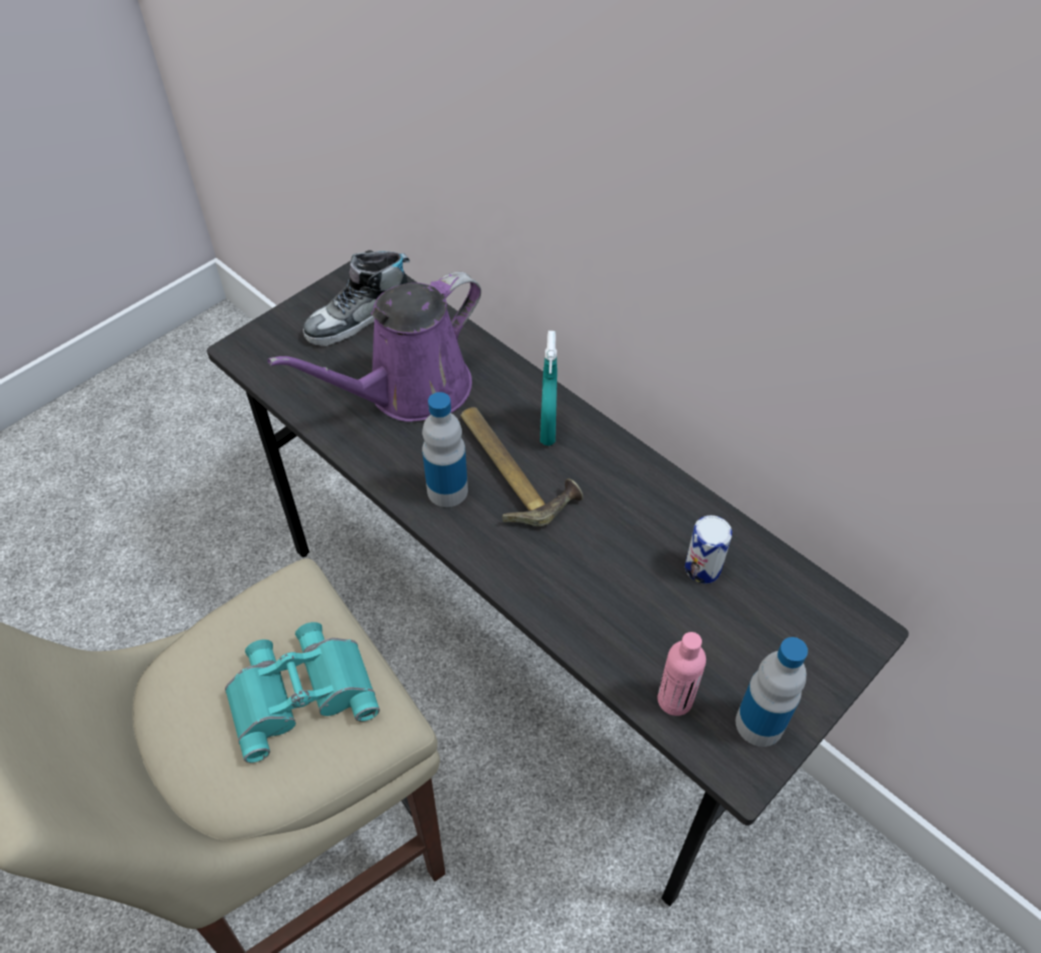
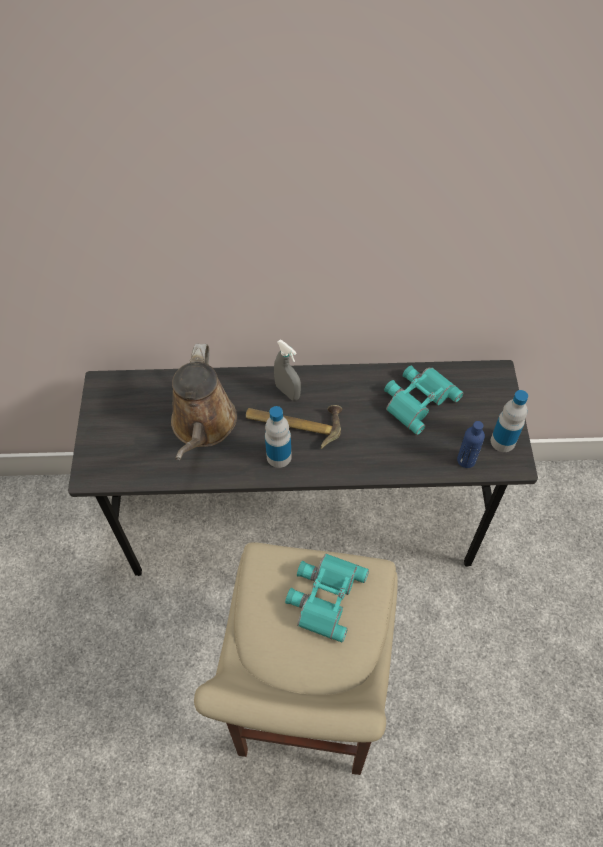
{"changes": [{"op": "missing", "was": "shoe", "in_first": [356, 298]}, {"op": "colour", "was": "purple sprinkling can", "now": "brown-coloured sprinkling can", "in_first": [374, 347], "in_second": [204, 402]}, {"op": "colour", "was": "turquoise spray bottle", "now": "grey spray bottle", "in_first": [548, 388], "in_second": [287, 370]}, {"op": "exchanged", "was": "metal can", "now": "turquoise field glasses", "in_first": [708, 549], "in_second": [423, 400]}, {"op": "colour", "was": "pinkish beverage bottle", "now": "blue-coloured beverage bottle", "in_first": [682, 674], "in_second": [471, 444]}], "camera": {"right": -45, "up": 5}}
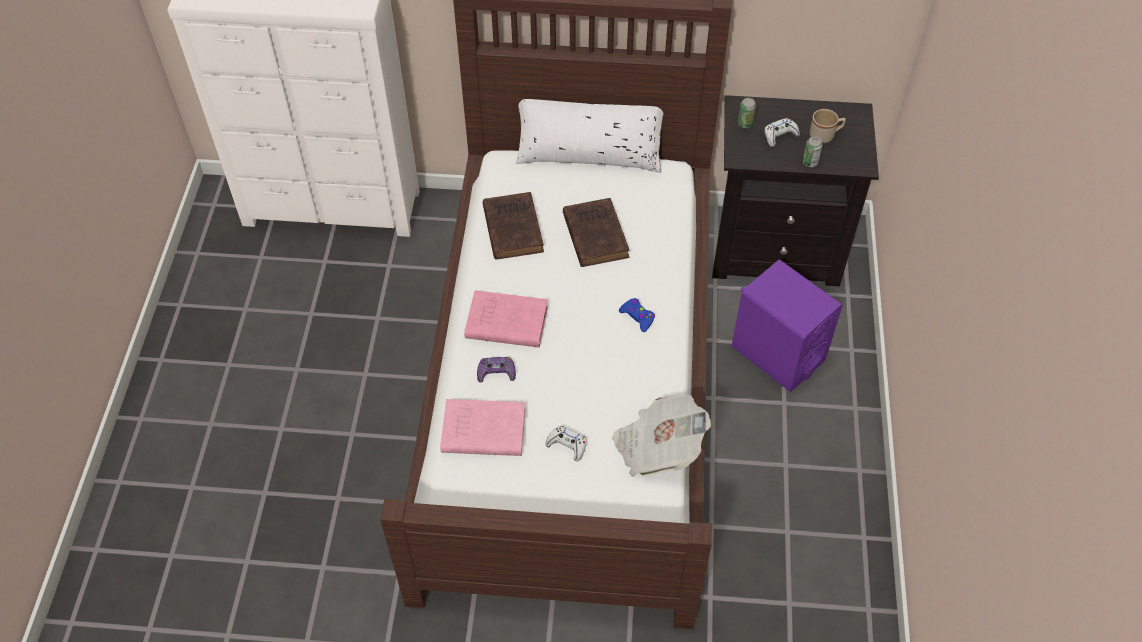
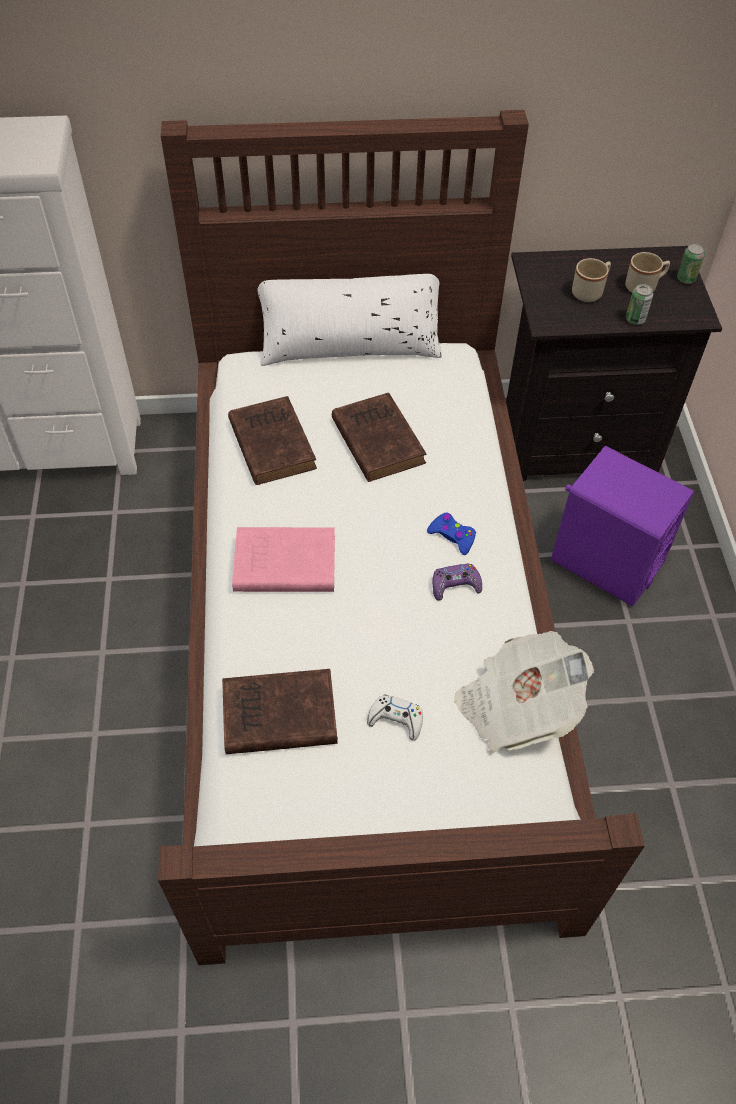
{"changes": [{"op": "relocated", "was": "metal can", "in_first": [747, 113], "in_second": [691, 264]}, {"op": "exchanged", "was": "white gamepad", "now": "sand-coloured coffee mug", "in_first": [782, 132], "in_second": [591, 280]}, {"op": "relocated", "was": "purple gamepad", "in_first": [496, 369], "in_second": [457, 582]}, {"op": "colour", "was": "pinkish bound book", "now": "brown-coloured bound book", "in_first": [482, 427], "in_second": [280, 711]}], "camera": {"right": -10, "up": 0}}
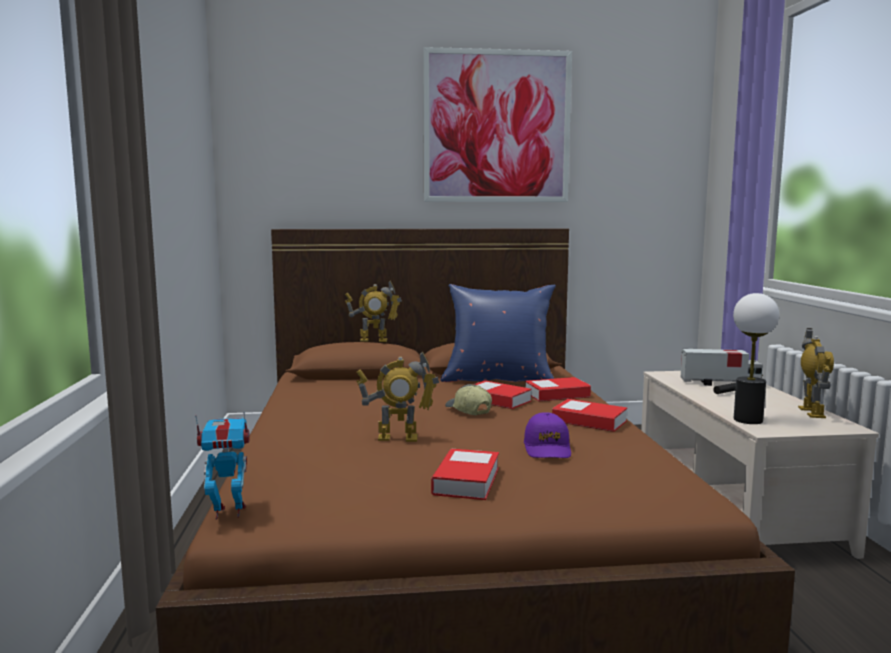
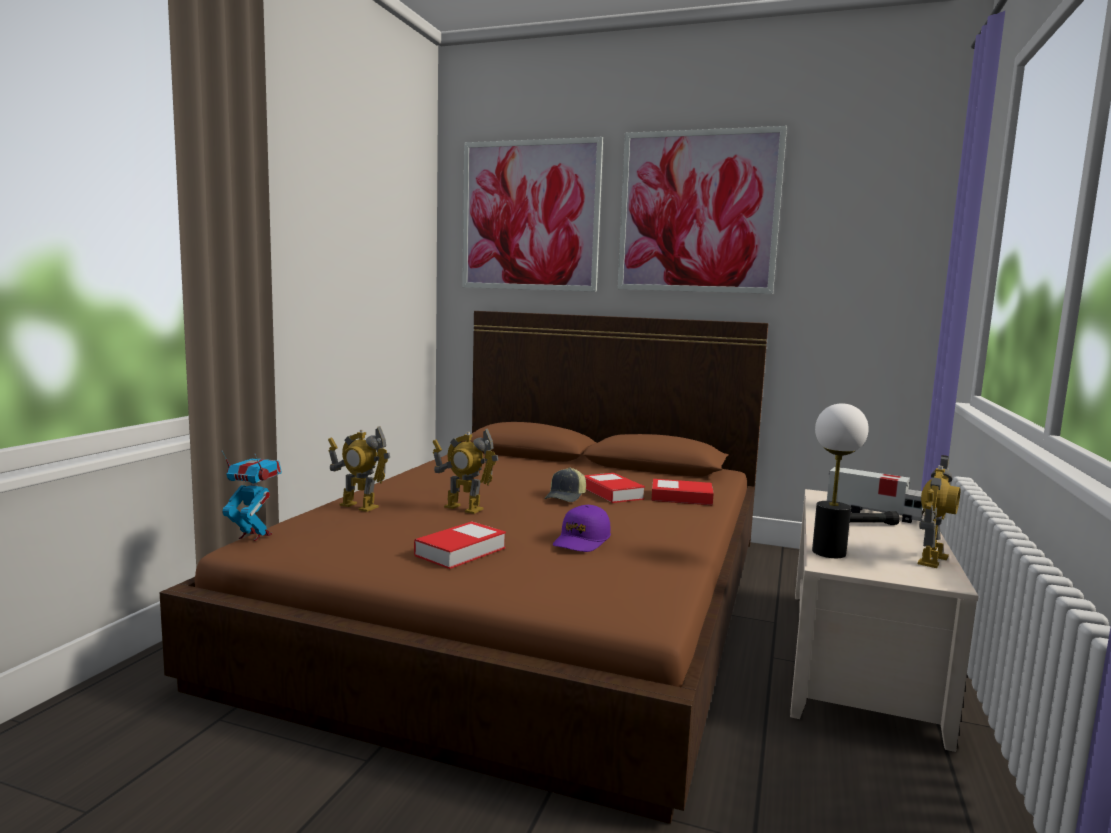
{"changes": [{"op": "relocated", "was": "toy robot", "in_first": [373, 311], "in_second": [359, 469]}, {"op": "missing", "was": "blue-coloured throw pillow", "in_first": [498, 333]}, {"op": "spun", "was": "cap", "in_first": [468, 399], "in_second": [565, 484], "clockwise": -150}, {"op": "missing", "was": "bound book", "in_first": [589, 415]}, {"op": "appeared", "now": "wall picture", "in_second": [532, 214]}], "camera": {"right": 25, "up": 0}}
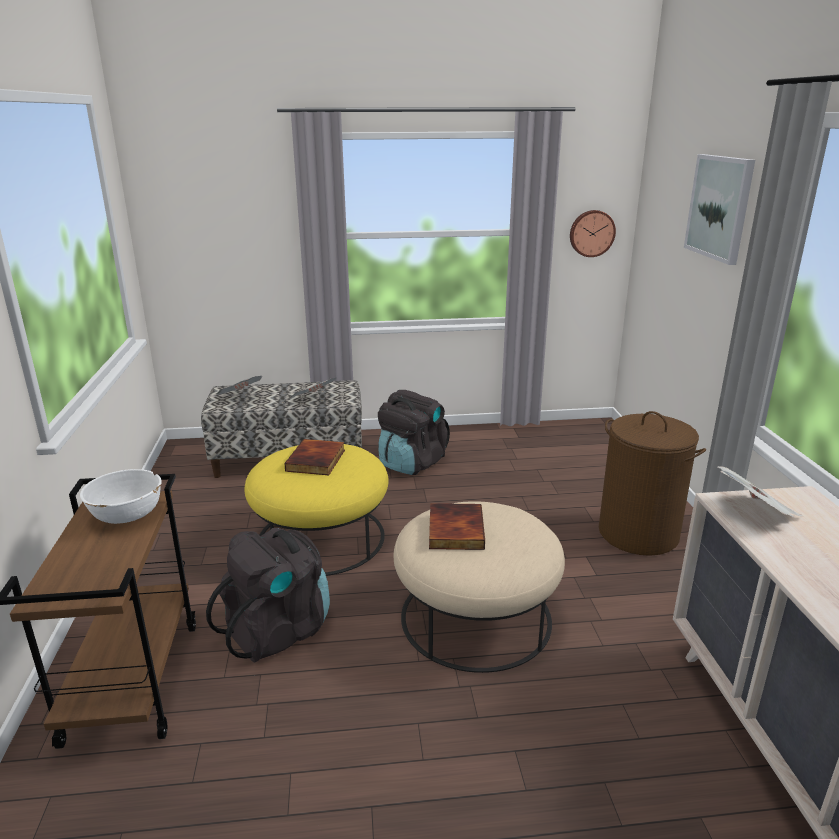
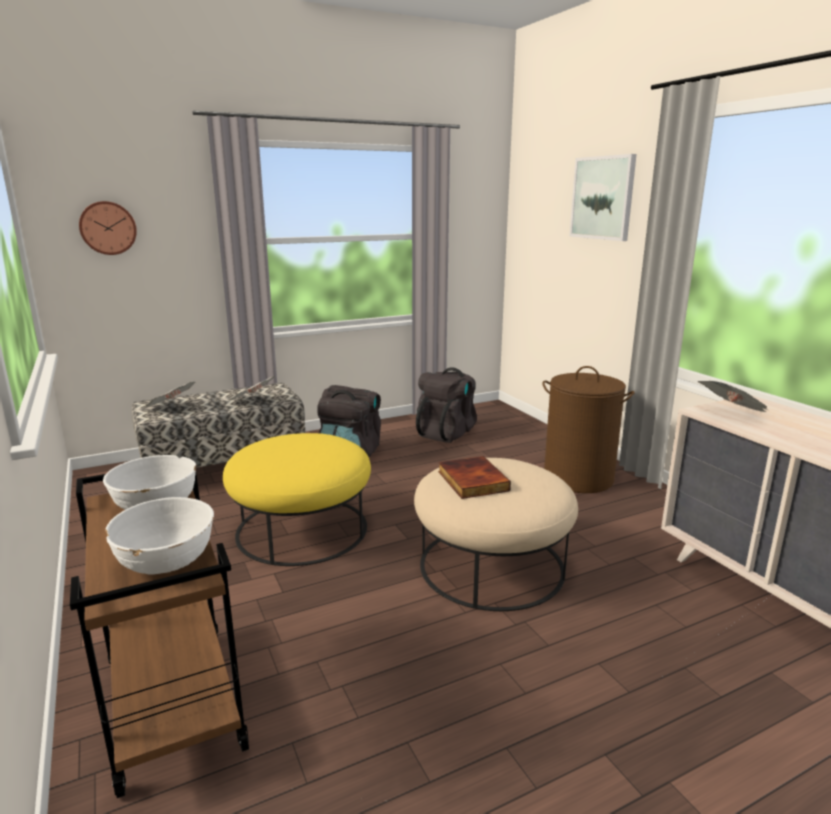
{"changes": [{"op": "relocated", "was": "wall clock", "in_first": [593, 233], "in_second": [108, 228]}, {"op": "missing", "was": "bound book", "in_first": [314, 457]}, {"op": "relocated", "was": "black-coloured knapsack", "in_first": [268, 595], "in_second": [446, 405]}, {"op": "appeared", "now": "white serving bowl", "in_second": [159, 535]}], "camera": {"right": -20, "up": -5}}
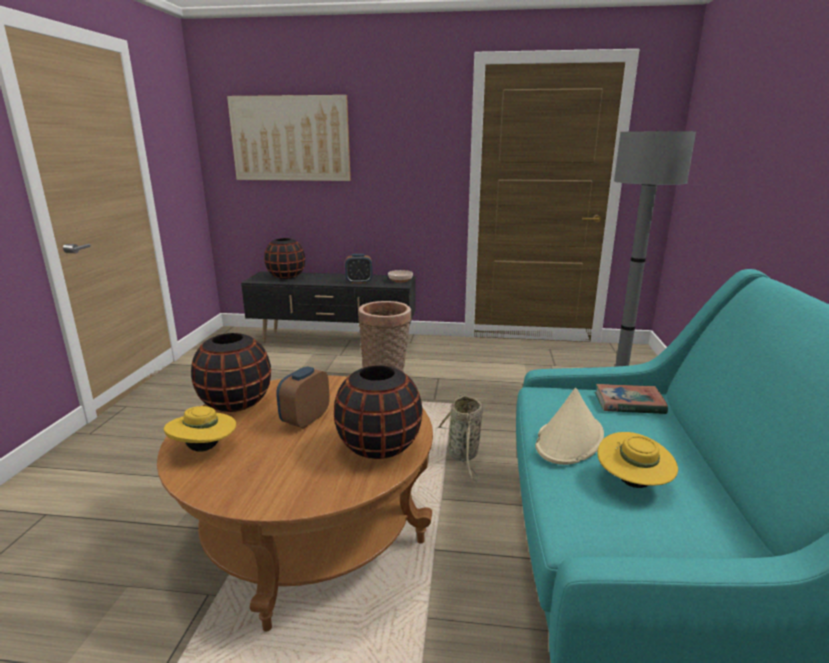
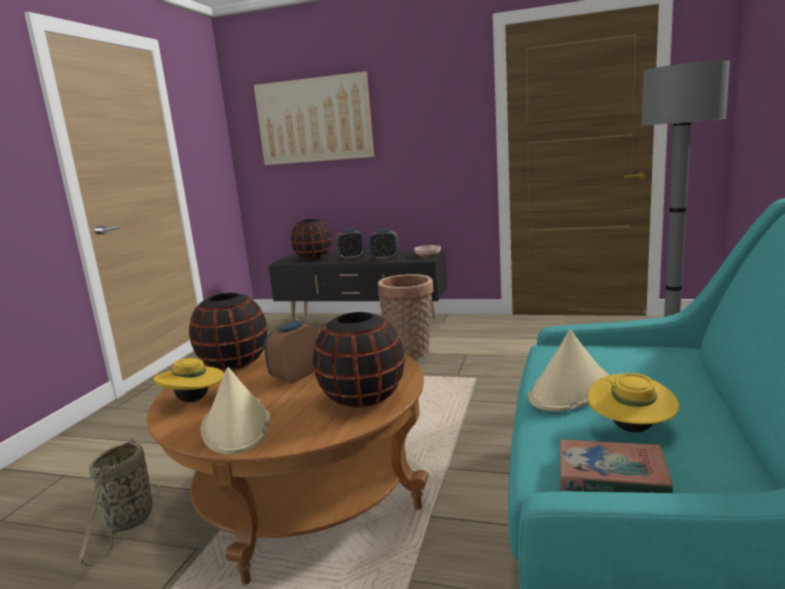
{"changes": [{"op": "relocated", "was": "bound book", "in_first": [631, 399], "in_second": [616, 466]}, {"op": "relocated", "was": "household basket", "in_first": [460, 437], "in_second": [119, 502]}, {"op": "appeared", "now": "table clock", "in_second": [350, 244]}, {"op": "appeared", "now": "sand-coloured clothing hat", "in_second": [236, 411]}], "camera": {"right": 10, "up": -5}}
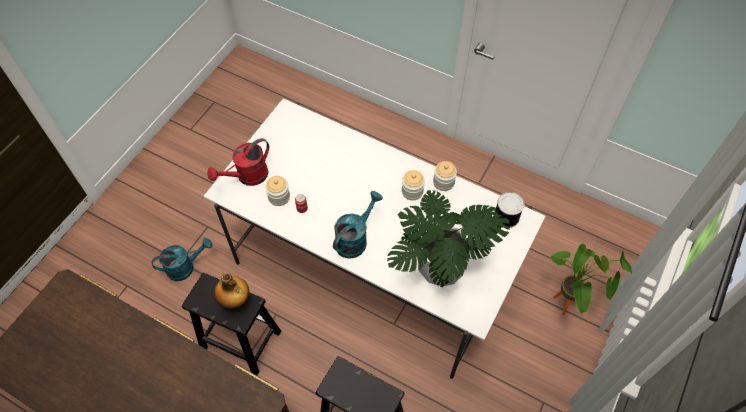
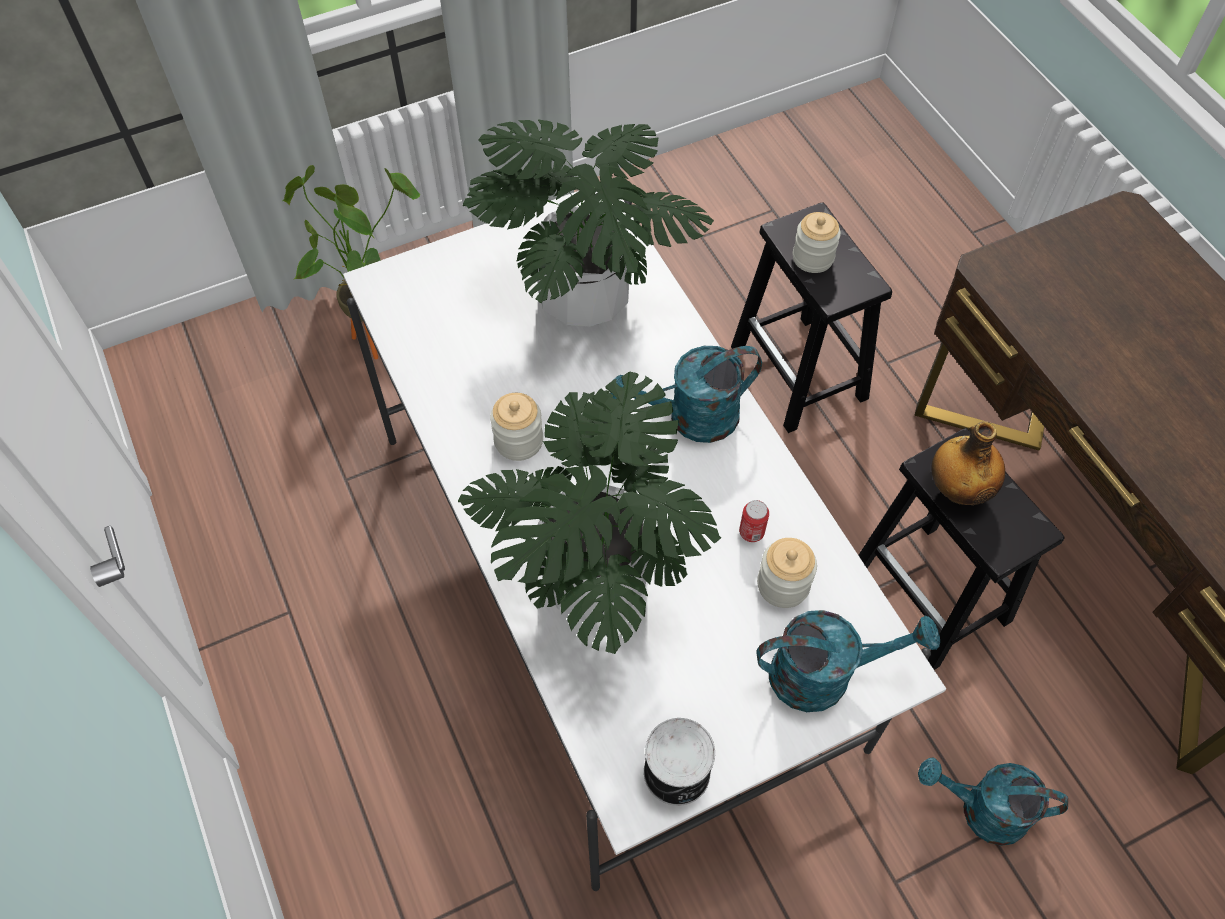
{"changes": [{"op": "colour", "was": "red-coloured sprinkling can", "now": "turquoise sprinkling can", "in_first": [238, 162], "in_second": [848, 661]}, {"op": "relocated", "was": "preserve jar", "in_first": [445, 176], "in_second": [817, 242]}, {"op": "relocated", "was": "metal can", "in_first": [509, 210], "in_second": [679, 762]}, {"op": "appeared", "now": "plant in a pot", "in_second": [589, 513]}], "camera": {"right": -145, "up": 0}}
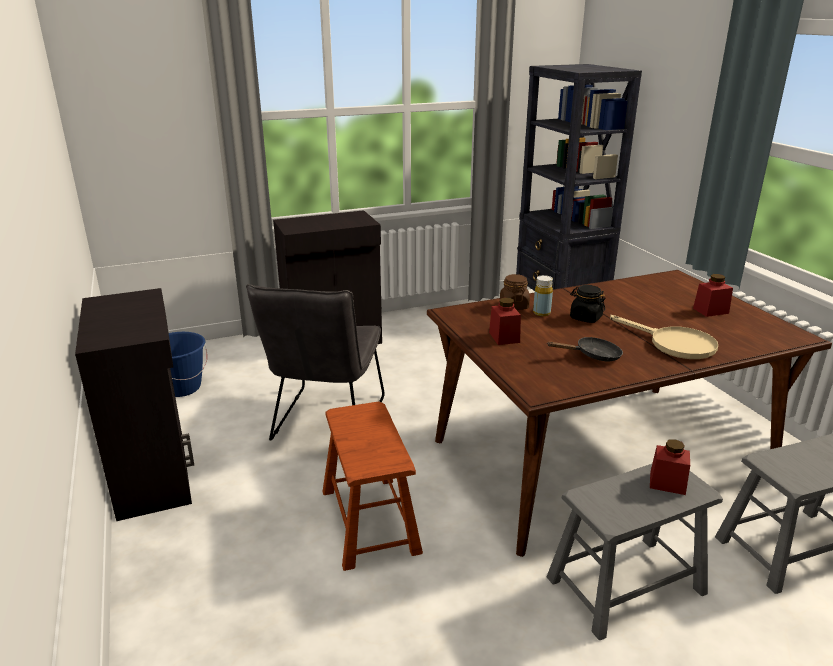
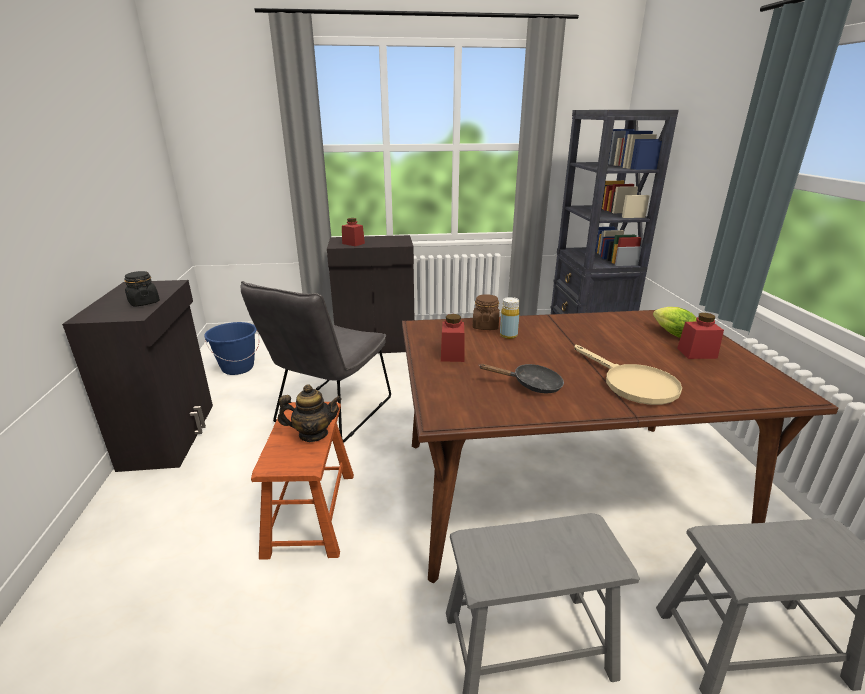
{"changes": [{"op": "relocated", "was": "black-coloured preserve jar", "in_first": [588, 304], "in_second": [142, 288]}, {"op": "relocated", "was": "red-coloured preserve jar", "in_first": [670, 467], "in_second": [353, 232]}, {"op": "appeared", "now": "lettuce head", "in_second": [675, 322]}, {"op": "appeared", "now": "teapot", "in_second": [310, 413]}], "camera": {"right": 15, "up": 0}}
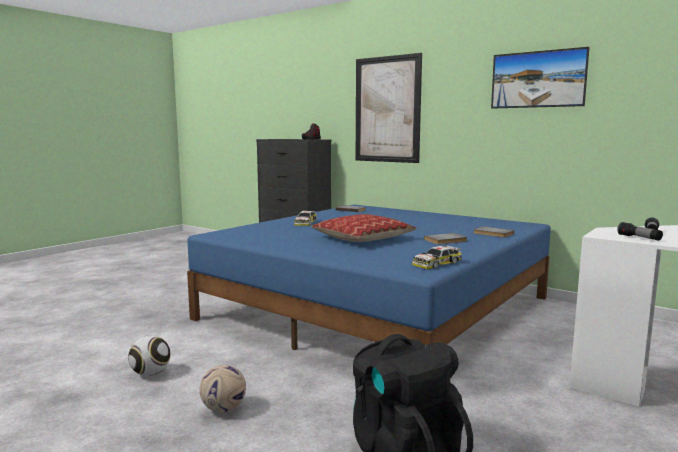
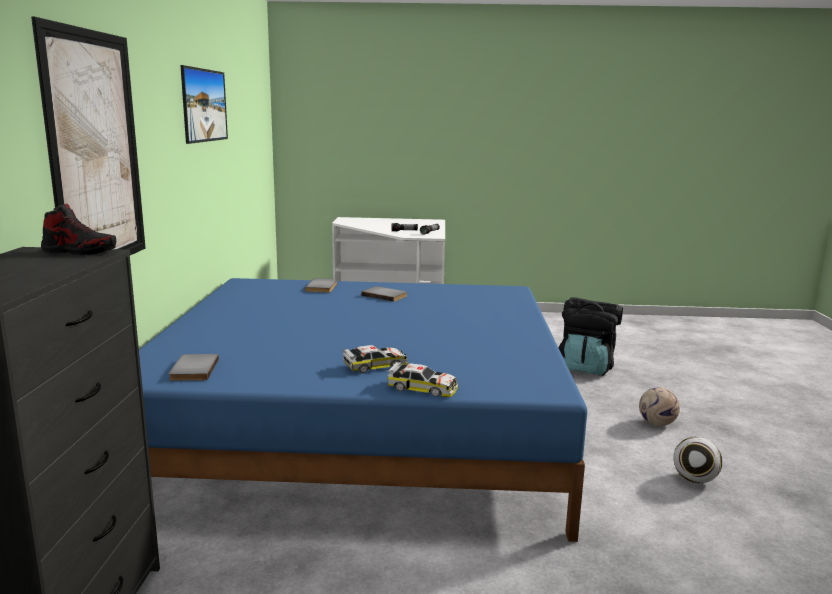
{"changes": [{"op": "missing", "was": "throw pillow", "in_first": [364, 228]}, {"op": "relocated", "was": "toy car", "in_first": [437, 257], "in_second": [422, 379]}], "camera": {"right": -125, "up": 5}}
